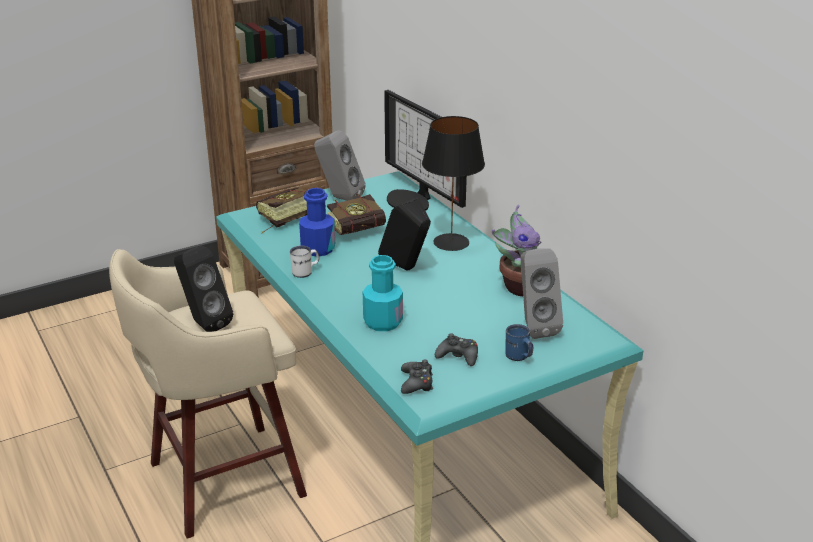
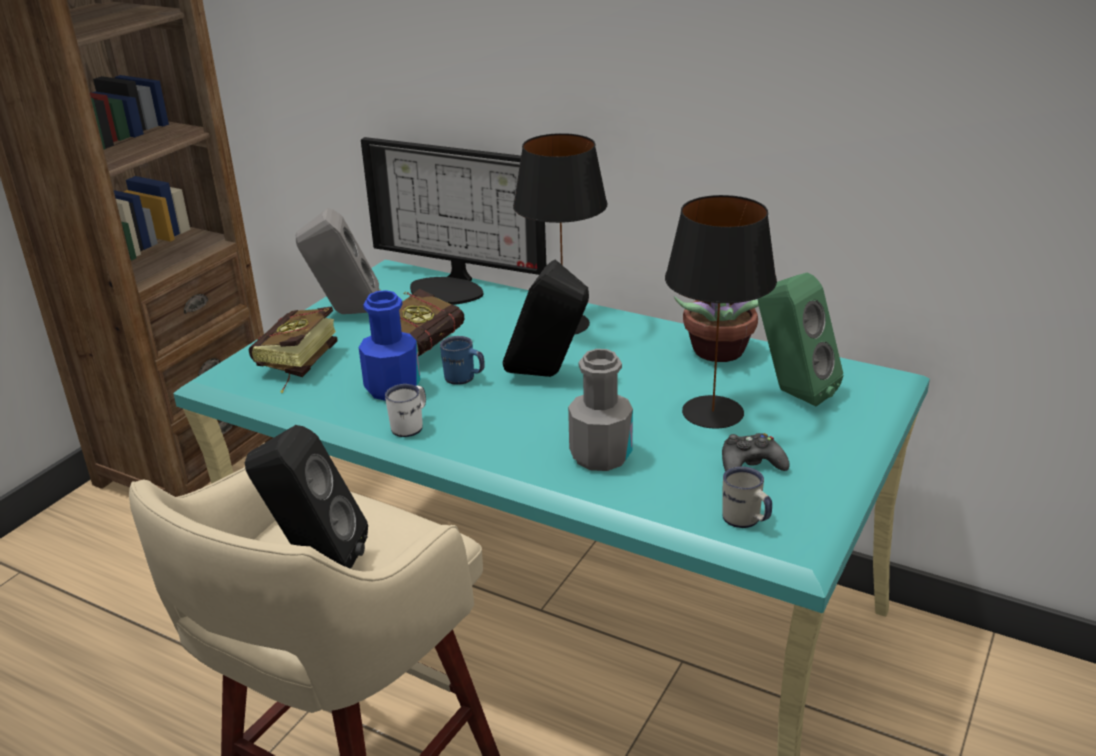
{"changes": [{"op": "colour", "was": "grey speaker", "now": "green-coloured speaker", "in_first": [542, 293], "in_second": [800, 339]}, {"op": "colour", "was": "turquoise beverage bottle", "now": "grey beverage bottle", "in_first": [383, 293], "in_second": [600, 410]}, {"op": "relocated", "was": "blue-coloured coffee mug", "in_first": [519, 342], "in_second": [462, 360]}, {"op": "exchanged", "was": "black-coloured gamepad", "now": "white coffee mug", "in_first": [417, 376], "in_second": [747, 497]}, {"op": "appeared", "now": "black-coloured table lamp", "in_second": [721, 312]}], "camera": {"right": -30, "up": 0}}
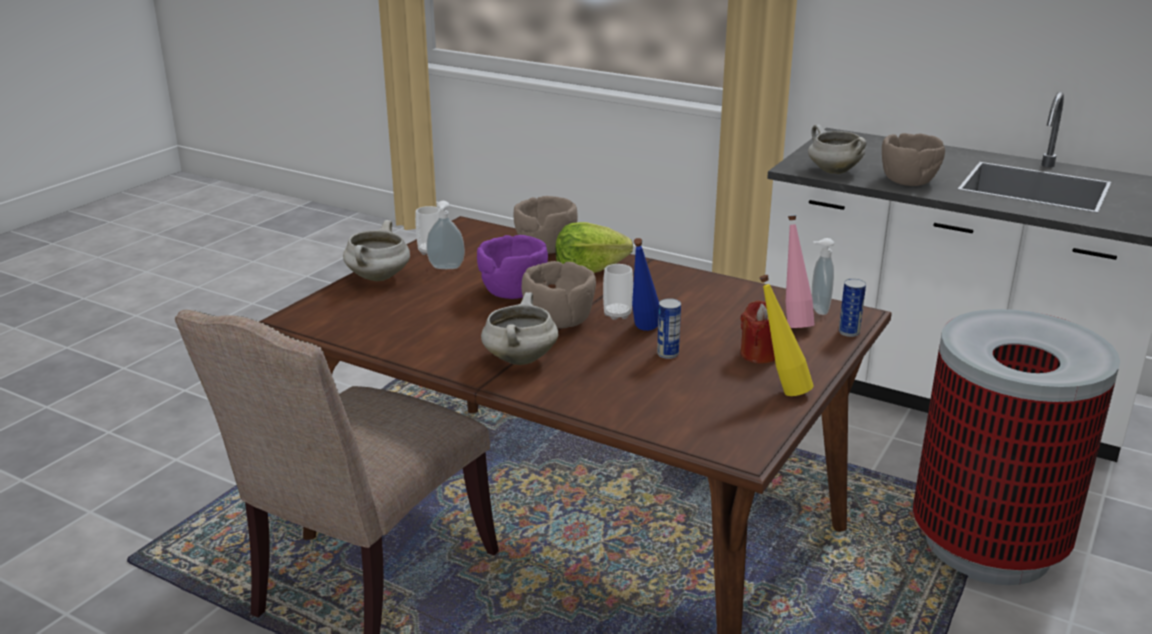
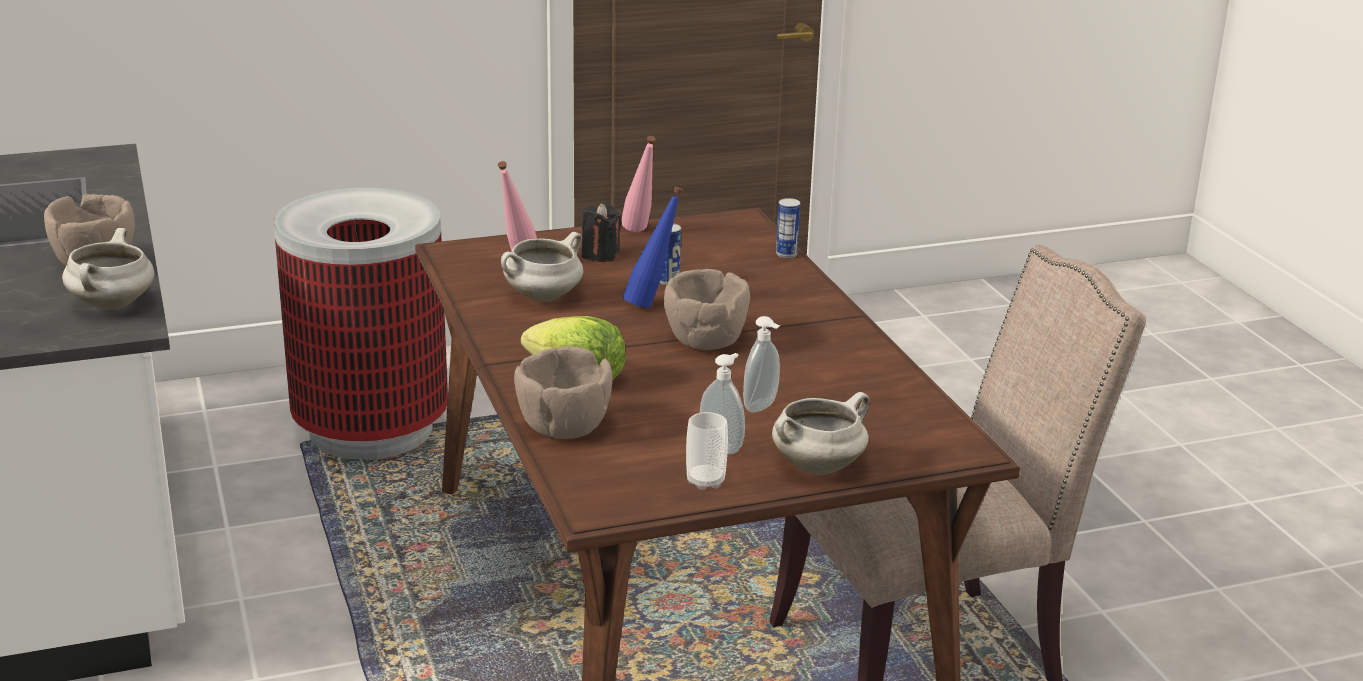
{"changes": [{"op": "missing", "was": "purple serving bowl", "in_first": [512, 267]}, {"op": "relocated", "was": "soap bottle", "in_first": [823, 276], "in_second": [761, 364]}, {"op": "missing", "was": "drinking cup", "in_first": [618, 292]}, {"op": "colour", "was": "yellow beverage bottle", "now": "pinkish beverage bottle", "in_first": [786, 335], "in_second": [638, 184]}, {"op": "relocated", "was": "metal can", "in_first": [852, 308], "in_second": [788, 228]}, {"op": "relocated", "was": "white stockpot", "in_first": [519, 328], "in_second": [542, 267]}, {"op": "colour", "was": "red-coloured candle", "now": "black-coloured candle", "in_first": [758, 331], "in_second": [602, 232]}], "camera": {"right": -140, "up": 0}}
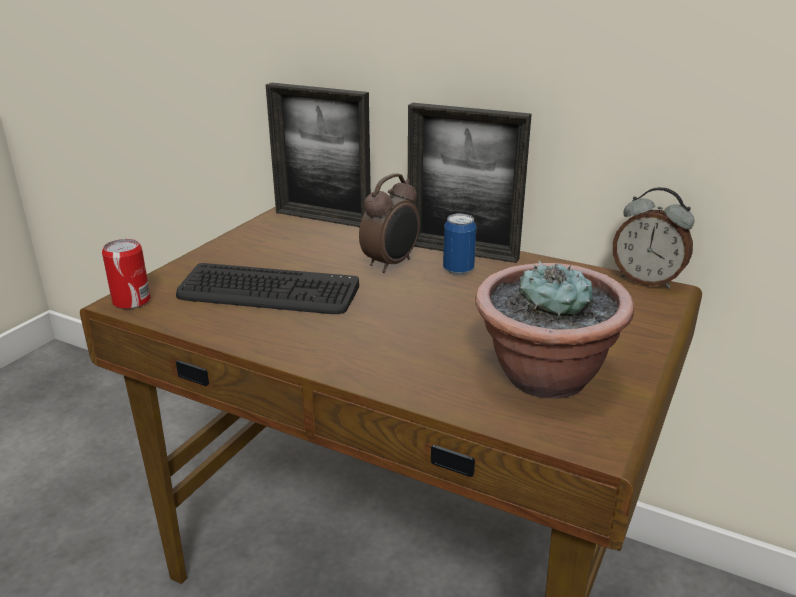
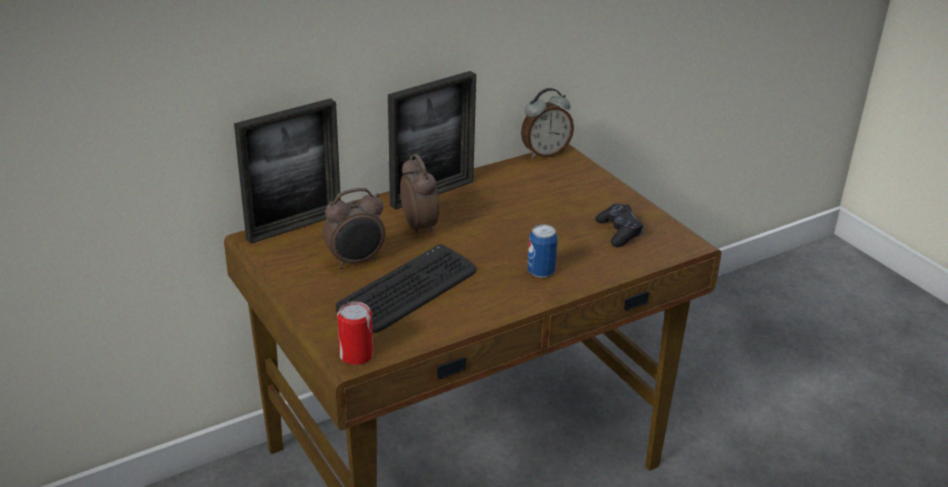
{"changes": [{"op": "relocated", "was": "metal can", "in_first": [459, 244], "in_second": [542, 251]}, {"op": "exchanged", "was": "plant in a pot", "now": "black-coloured gamepad", "in_first": [554, 329], "in_second": [619, 225]}, {"op": "appeared", "now": "table clock", "in_second": [354, 228]}], "camera": {"right": -60, "up": 5}}
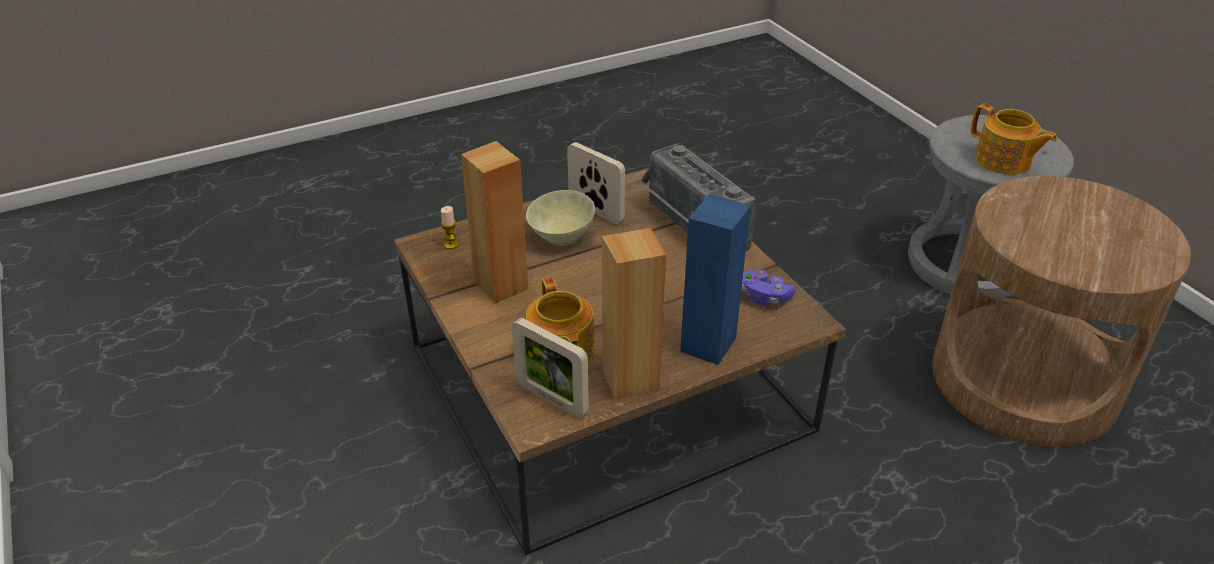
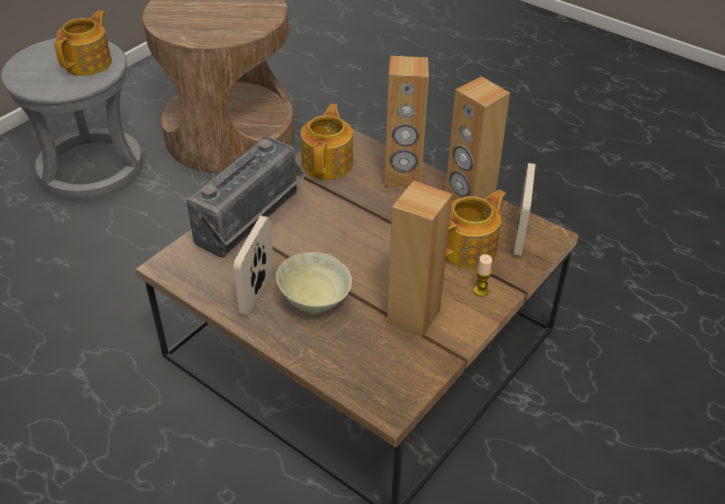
{"changes": [{"op": "colour", "was": "blue-coloured speaker", "now": "brown-coloured speaker", "in_first": [715, 279], "in_second": [407, 122]}, {"op": "relocated", "was": "candle", "in_first": [449, 227], "in_second": [482, 275]}, {"op": "exchanged", "was": "purple gamepad", "now": "teapot", "in_first": [769, 287], "in_second": [327, 142]}], "camera": {"right": -115, "up": 5}}
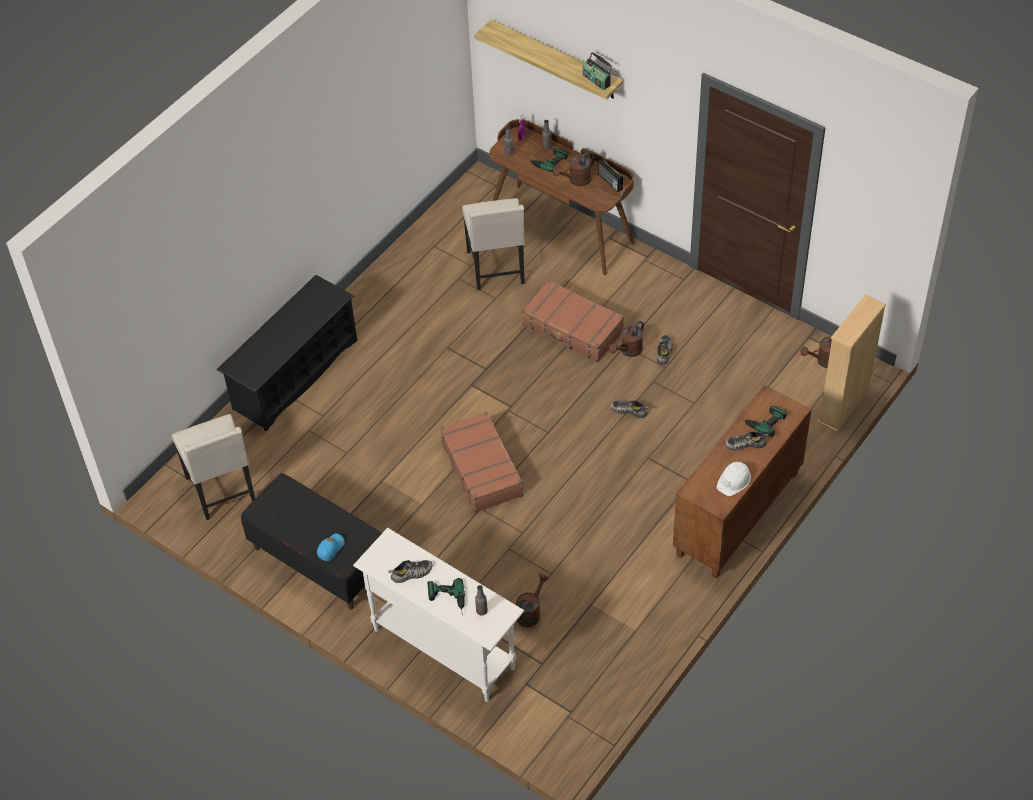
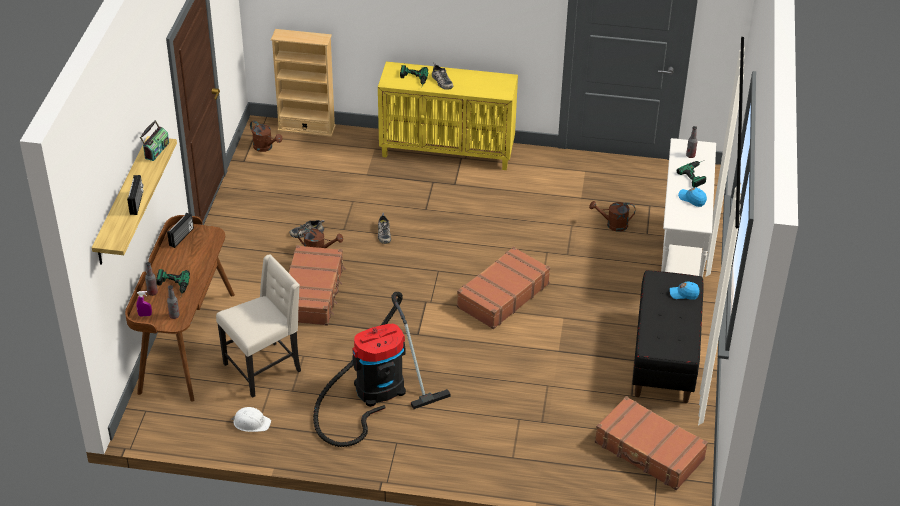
{"changes": [{"op": "missing", "was": "brown-coloured sprinkling can", "in_first": [574, 168]}, {"op": "missing", "was": "black-coloured shoe rack", "in_first": [287, 353]}, {"op": "colour", "was": "brown-coloured cupboard", "now": "yellow cupboard", "in_first": [742, 482], "in_second": [448, 116]}, {"op": "exchanged", "was": "sand-coloured chair", "now": "brown-coloured piece of luggage", "in_first": [213, 467], "in_second": [651, 443]}, {"op": "relocated", "was": "white hard hat", "in_first": [734, 479], "in_second": [251, 419]}, {"op": "exchanged", "was": "shoe", "now": "blue-coloured cap", "in_first": [411, 571], "in_second": [692, 197]}, {"op": "appeared", "now": "radio set", "in_second": [135, 195]}, {"op": "appeared", "now": "vacuum", "in_second": [381, 369]}], "camera": {"right": -120, "up": -10}}
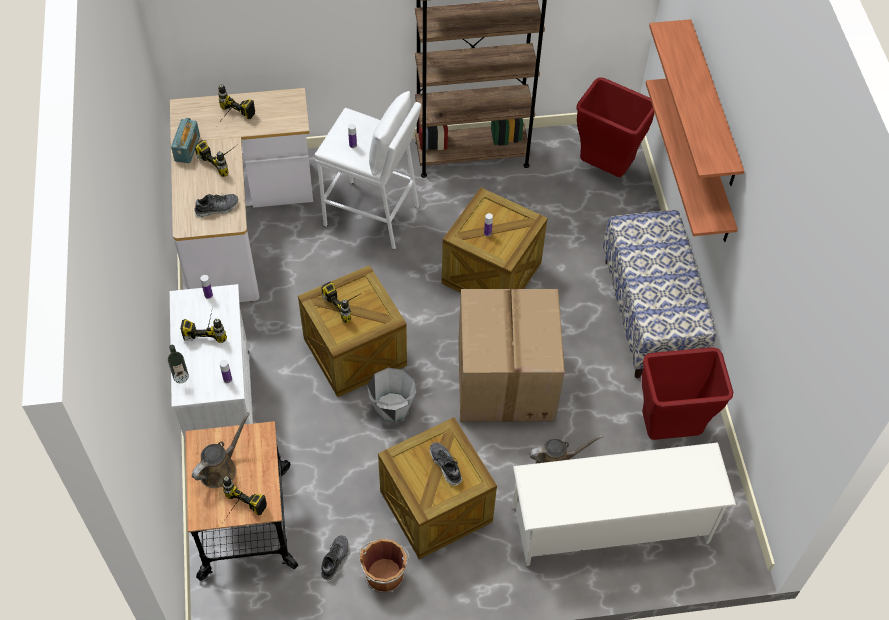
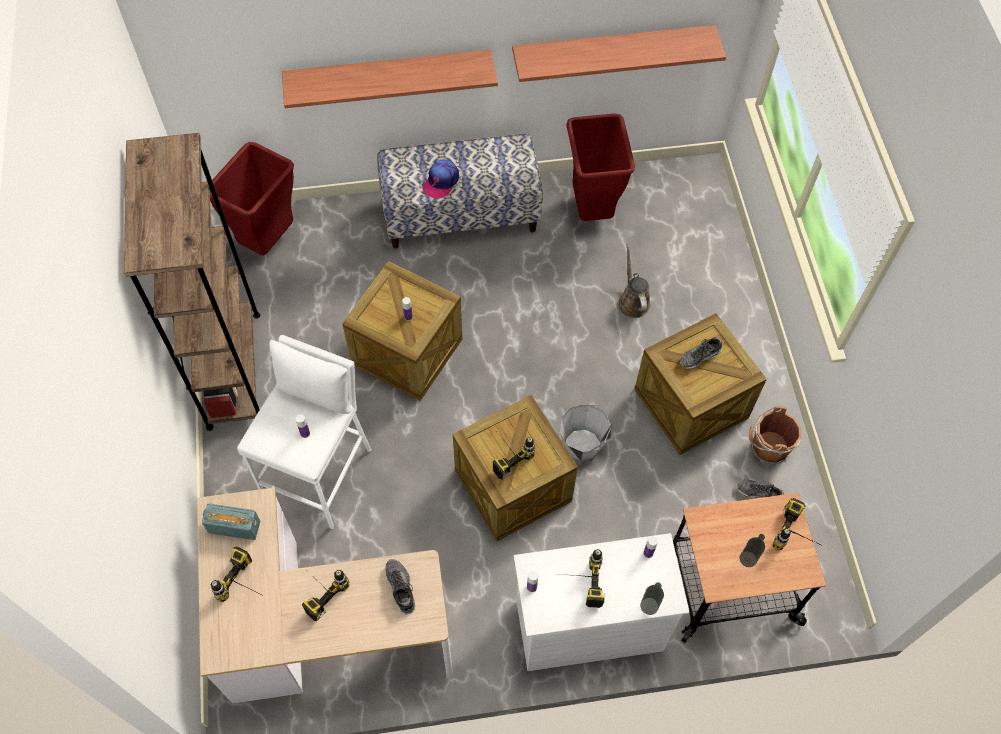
{"changes": [{"op": "relocated", "was": "shelf", "in_first": [696, 102], "in_second": [619, 53]}, {"op": "relocated", "was": "radio set", "in_first": [185, 140], "in_second": [231, 521]}, {"op": "missing", "was": "packing box", "in_first": [511, 355]}, {"op": "exchanged", "was": "brown-coloured sprinkling can", "now": "beverage bottle", "in_first": [221, 450], "in_second": [752, 550]}, {"op": "missing", "was": "white shoe rack", "in_first": [624, 504]}, {"op": "appeared", "now": "cap", "in_second": [441, 179]}], "camera": {"right": -90, "up": 5}}
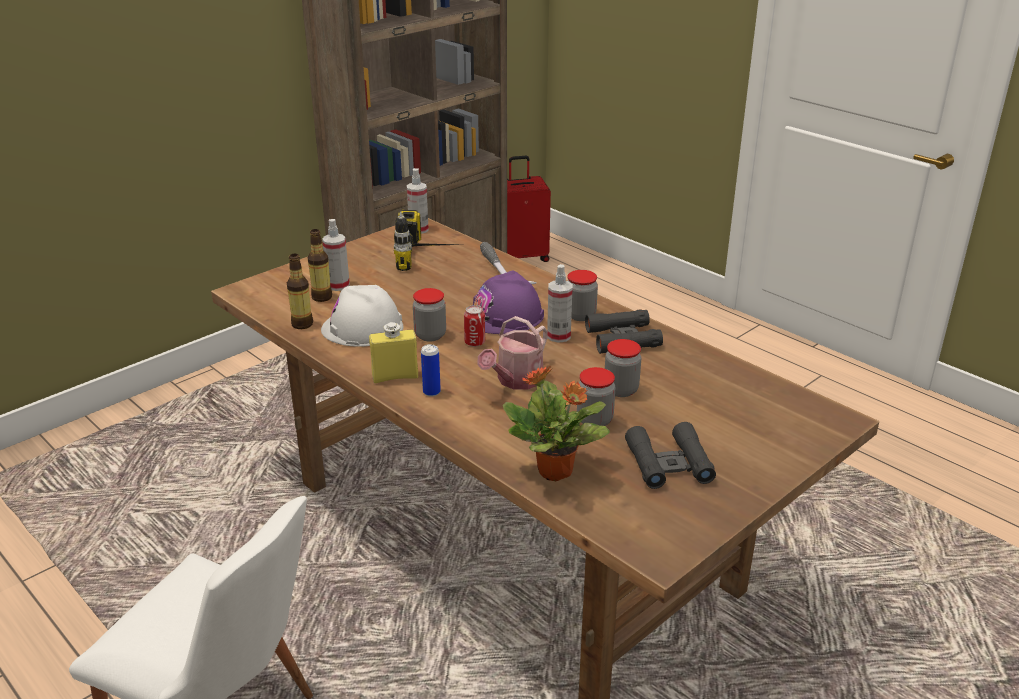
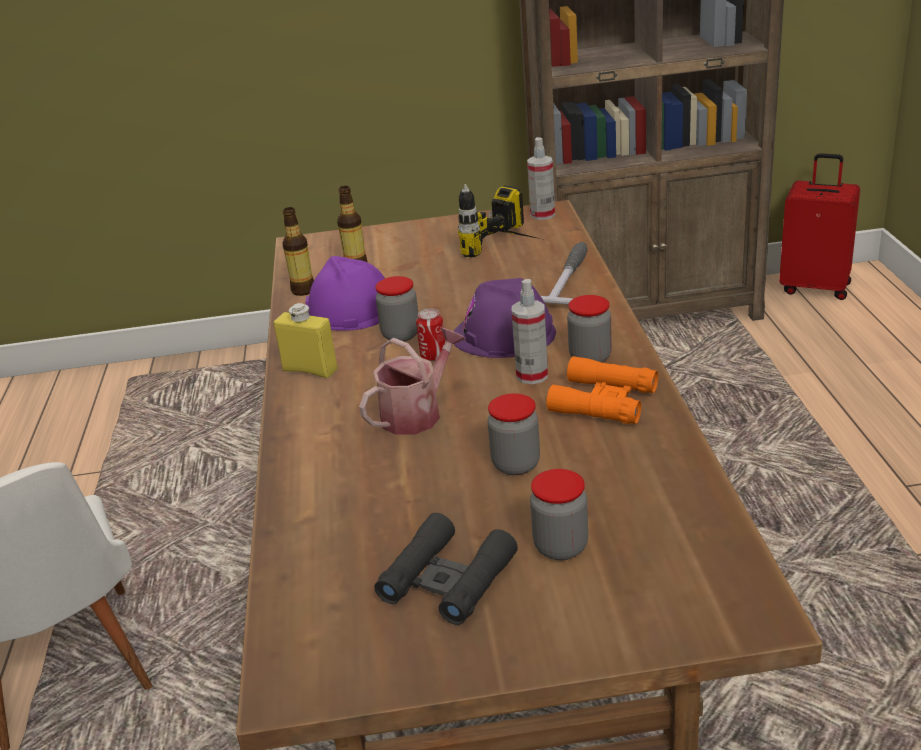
{"changes": [{"op": "missing", "was": "spray bottle", "in_first": [336, 255]}, {"op": "colour", "was": "white hard hat", "now": "purple hard hat", "in_first": [362, 316], "in_second": [345, 293]}, {"op": "colour", "was": "black-coloured field glasses", "now": "orange field glasses", "in_first": [624, 331], "in_second": [602, 390]}, {"op": "spun", "was": "sprinkling can", "in_first": [512, 353], "in_second": [412, 381], "clockwise": 150}, {"op": "missing", "was": "metal can", "in_first": [431, 370]}, {"op": "missing", "was": "plant in a pot", "in_first": [556, 424]}, {"op": "relocated", "was": "preserve jar", "in_first": [596, 396], "in_second": [559, 514]}], "camera": {"right": 40, "up": 0}}
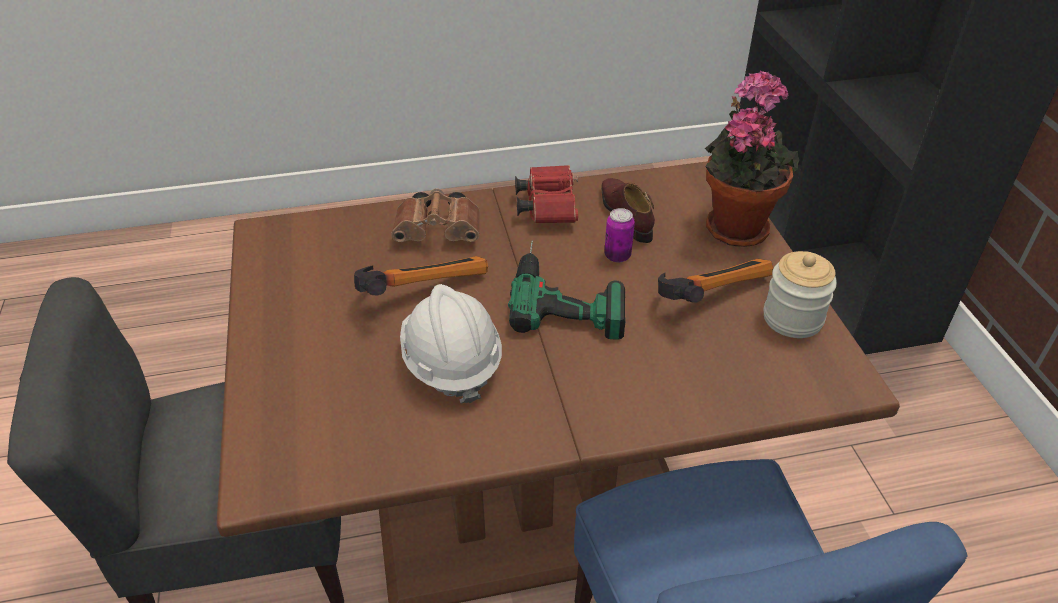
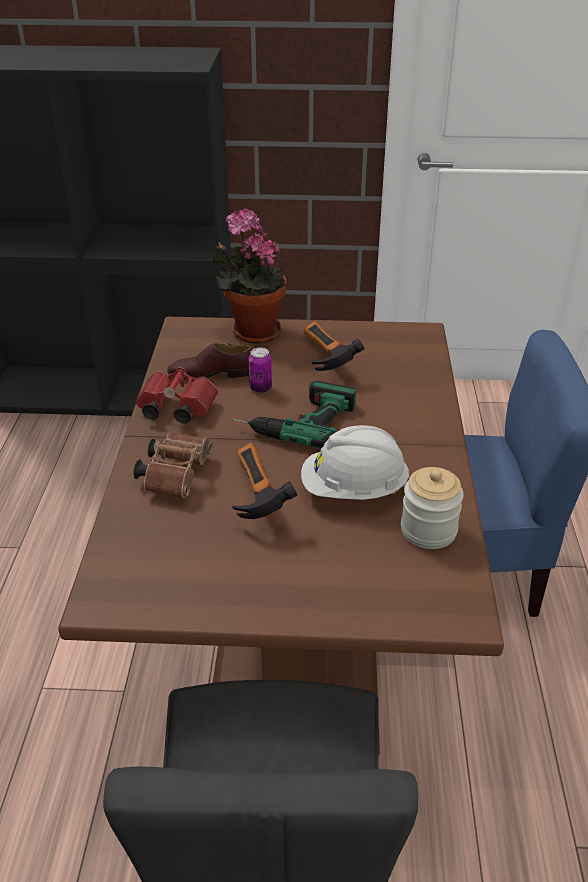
{"changes": [{"op": "relocated", "was": "preserve jar", "in_first": [800, 294], "in_second": [432, 508]}], "camera": {"right": -75, "up": -5}}
